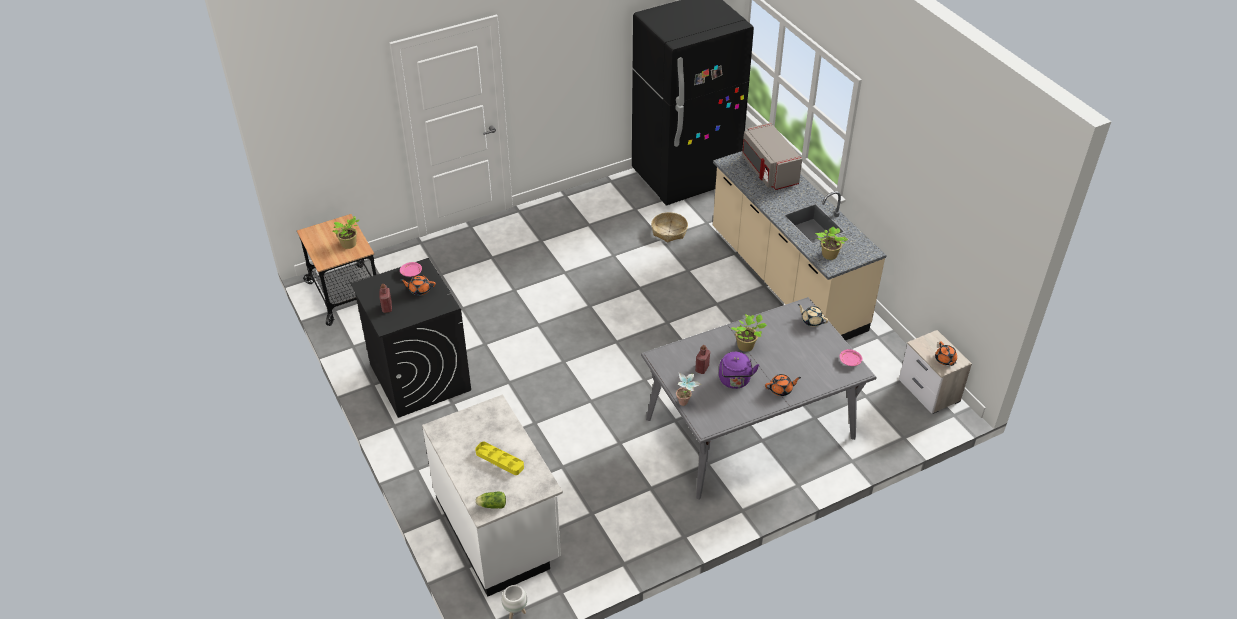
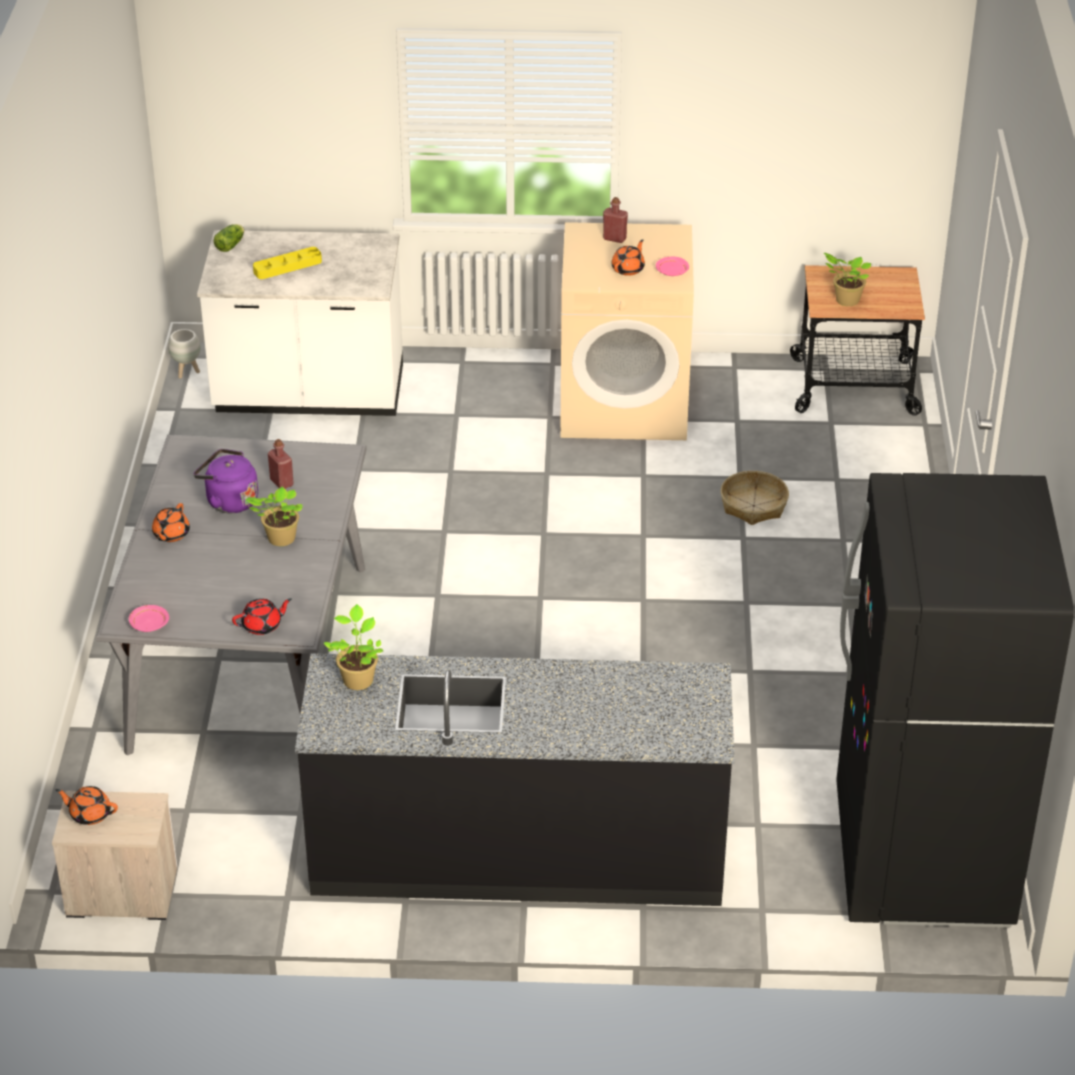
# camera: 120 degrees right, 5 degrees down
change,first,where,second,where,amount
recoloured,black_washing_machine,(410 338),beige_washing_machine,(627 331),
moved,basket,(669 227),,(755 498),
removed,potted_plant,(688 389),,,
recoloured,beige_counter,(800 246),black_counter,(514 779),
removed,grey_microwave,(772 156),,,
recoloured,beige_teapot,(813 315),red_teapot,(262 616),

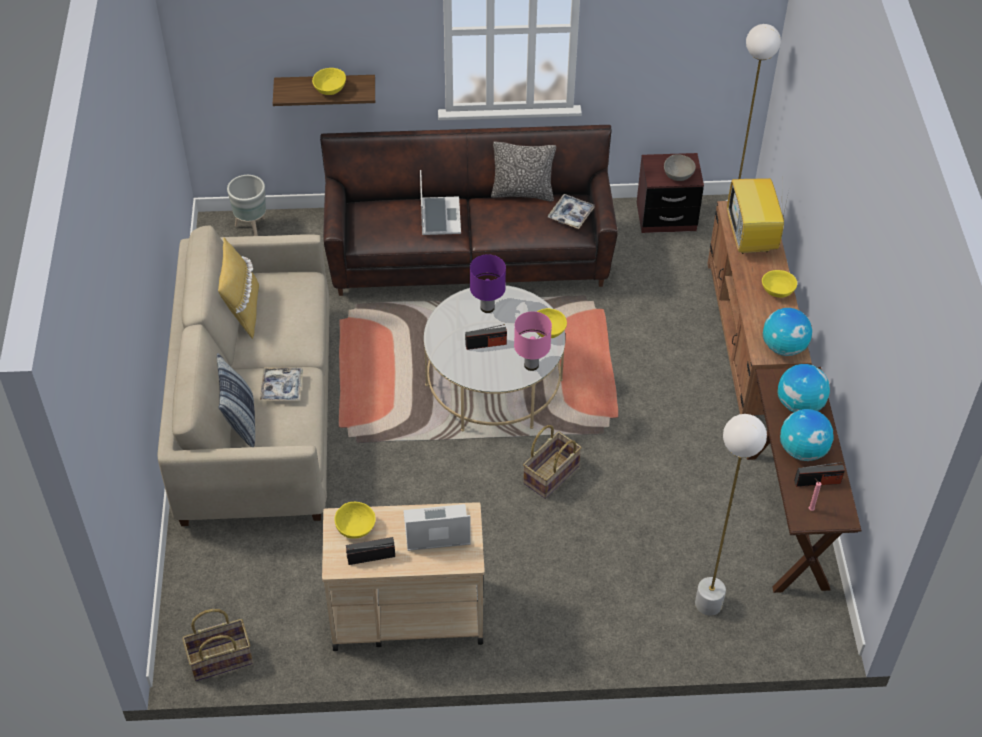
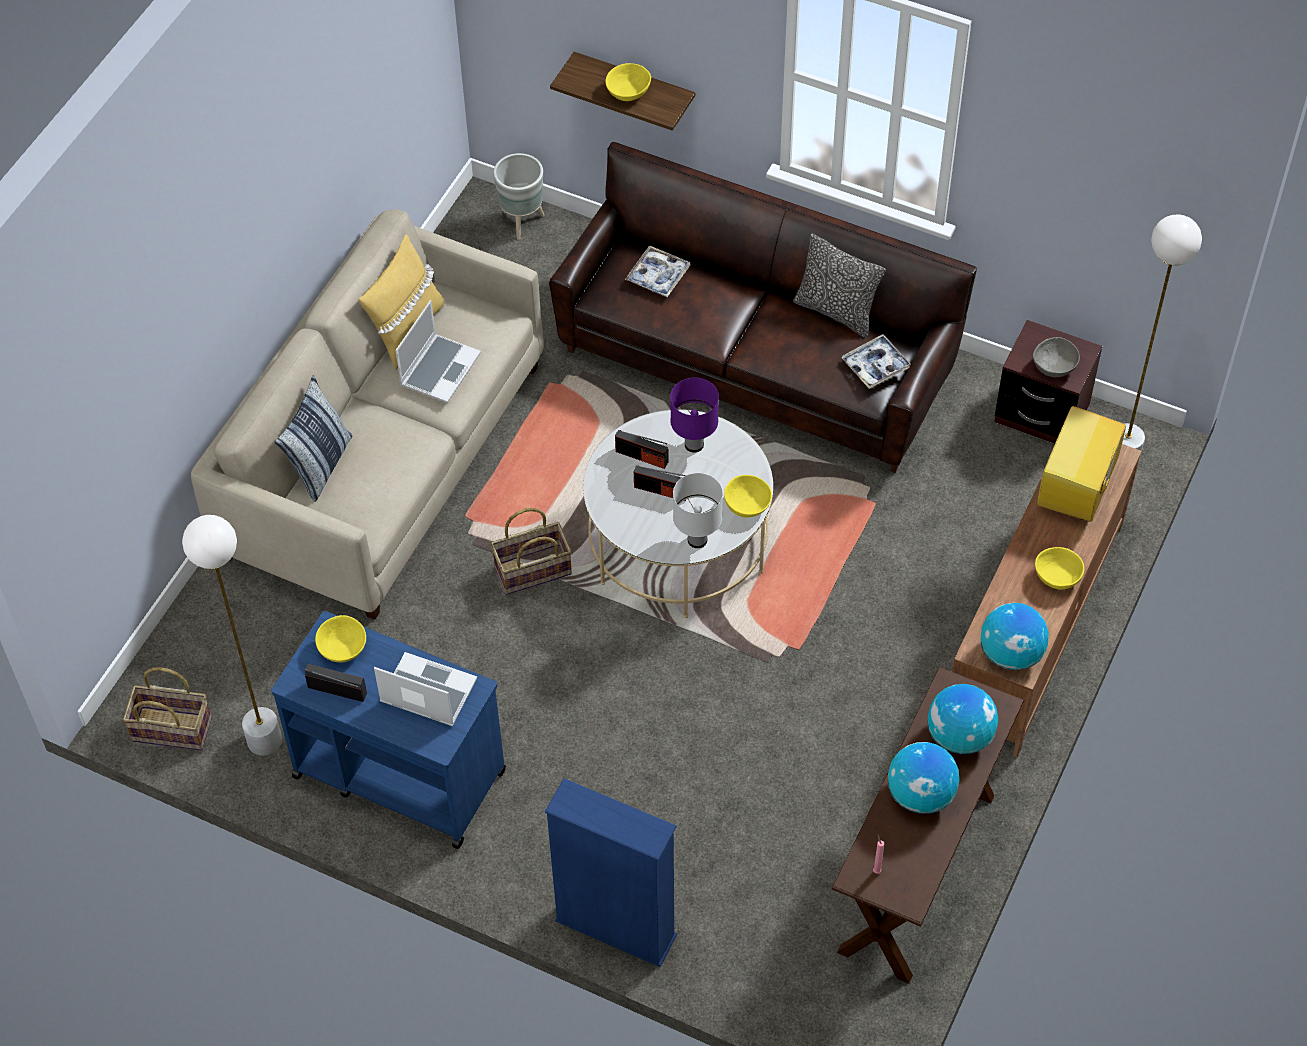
# camera: 30 degrees right, 5 degrees up
change,first,where,second,where,amount
moved,tray,(281 383),,(658 271),
recoloured,beige_cart,(403 576),blue_cart,(388 730),
moved,laptop,(440 202),,(438 351),
recoloured,pink_table_lamp,(533 341),white_table_lamp,(698 510),
moved,basket,(552 462),,(531 551),
moved,white_floor_lamp,(731 515),,(232 635),
moved,radio,(819 474),,(642 449),
added,,,blue_bookcase,(611 872),

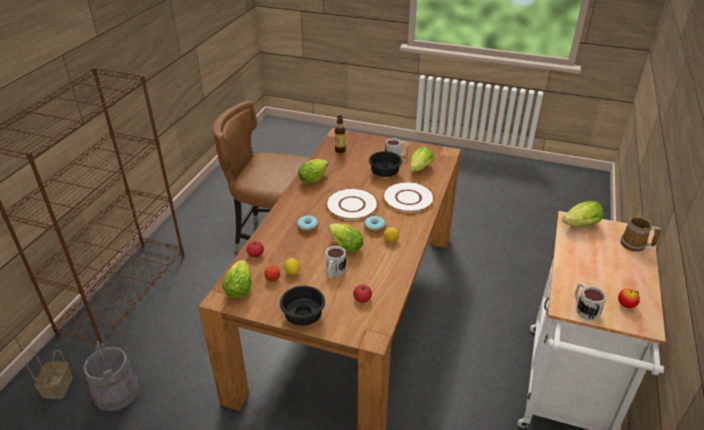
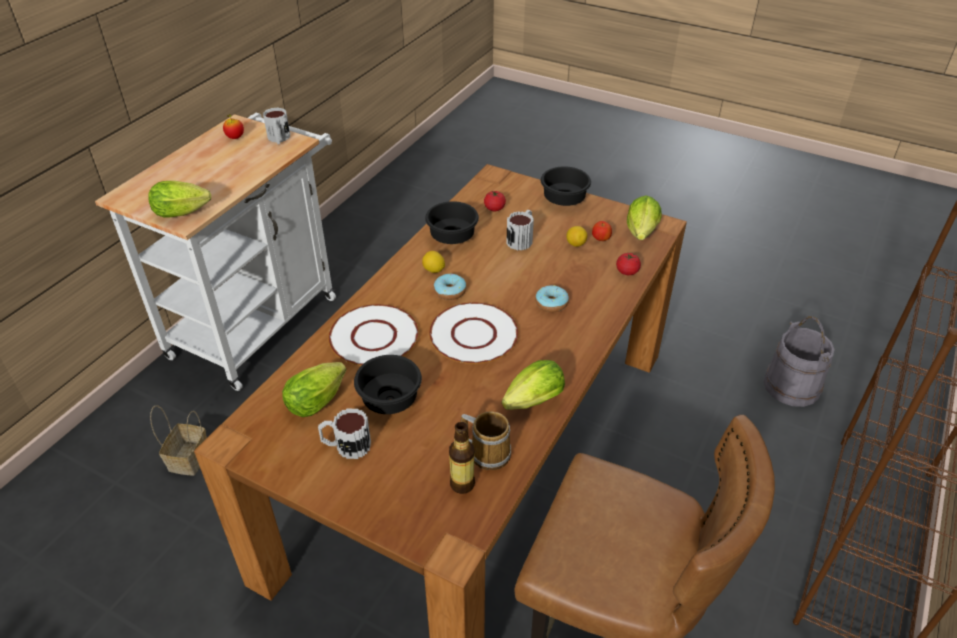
# camera: 170 degrees left, 5 degrees up
change,first,where,second,where,amount
moved,basket,(49 374),,(178 440),
removed,lettuce,(345 238),,,
moved,mug,(641 234),,(485 440),
added,,,black_bowl,(452 222),

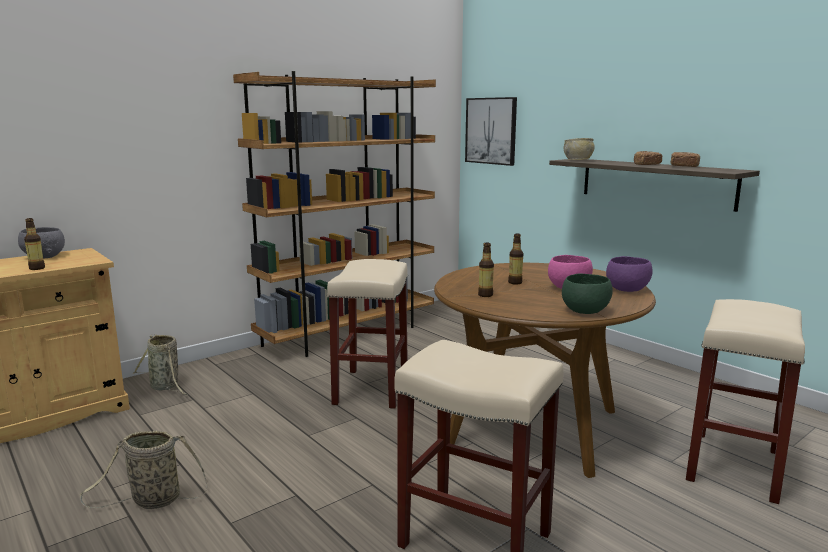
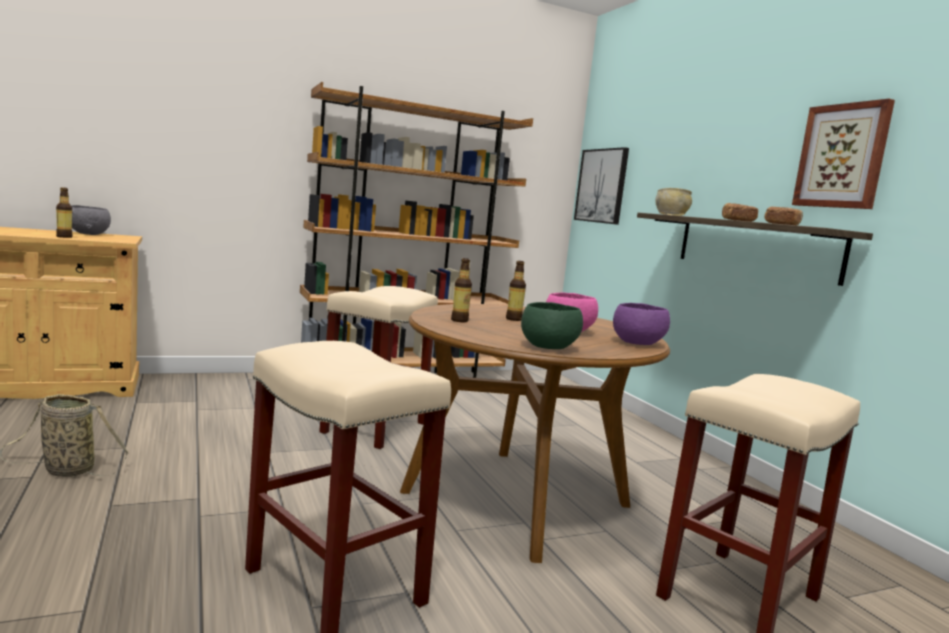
# camera: 15 degrees right, 5 degrees down
change,first,where,second,where,amount
removed,basket,(160 364),,,
added,,,picture,(843 154),

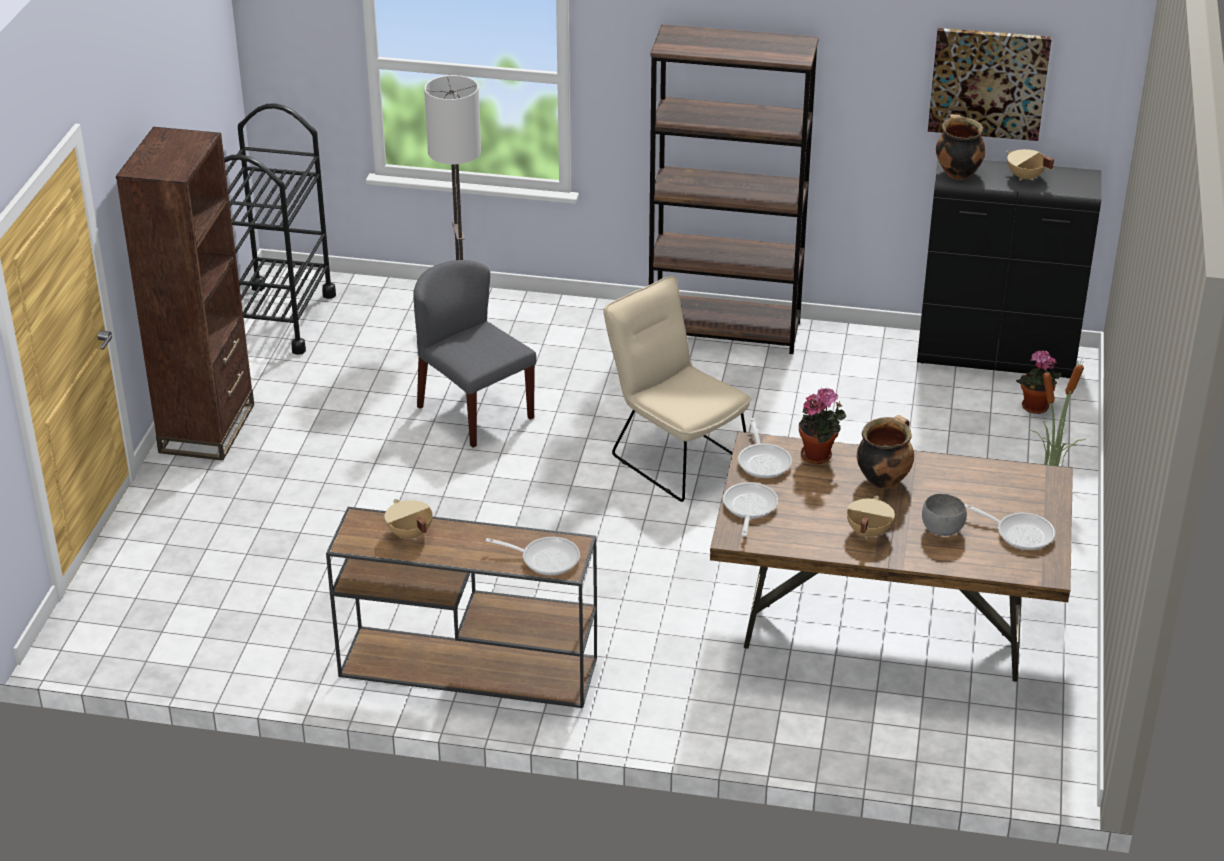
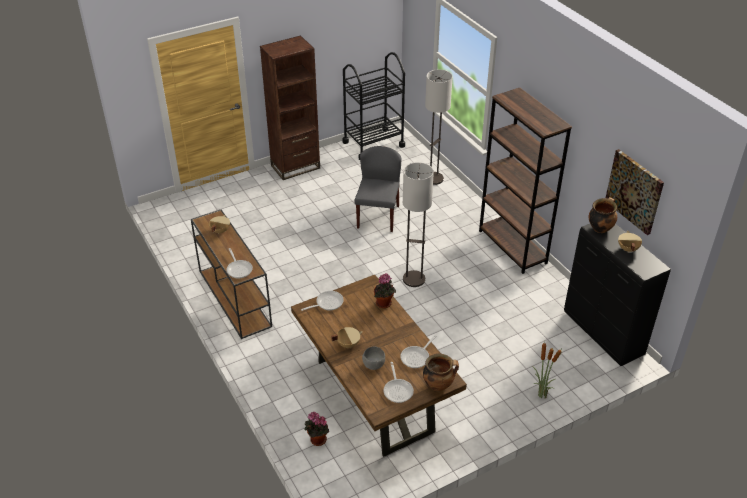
# camera: 50 degrees right, 5 degrees up
change,first,where,second,where,amount
replaced,beige_chair,(677 389),floor_lamp,(418 224),
moved,frying_pan,(765 448),,(418 351),
moved,cooking_pot,(885 452),,(441 372),
moved,potted_plant,(1038 382),,(316 429),

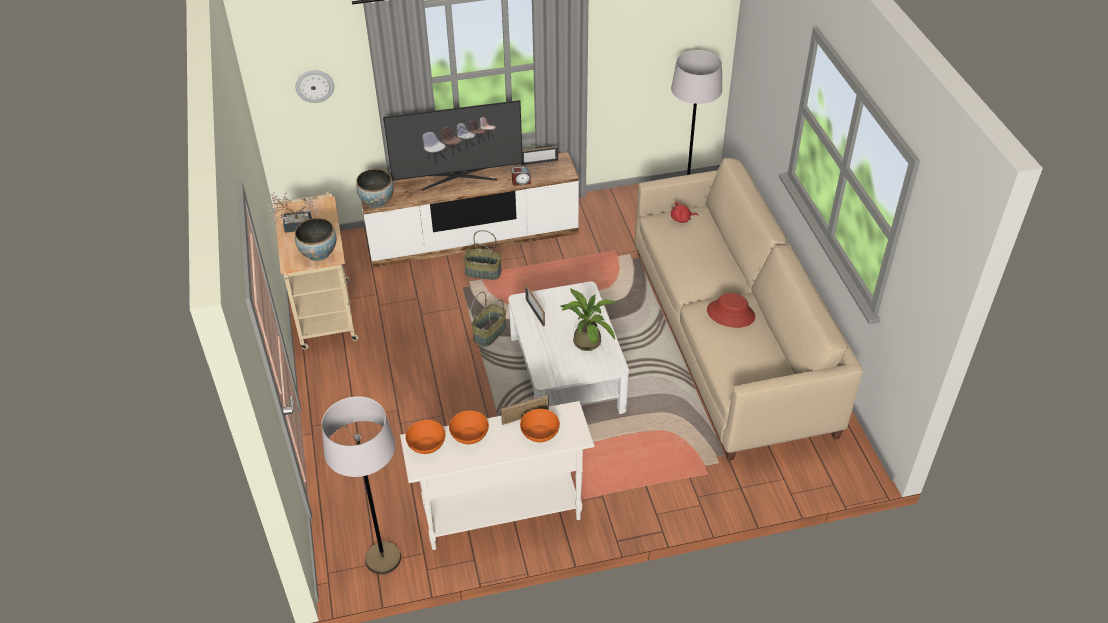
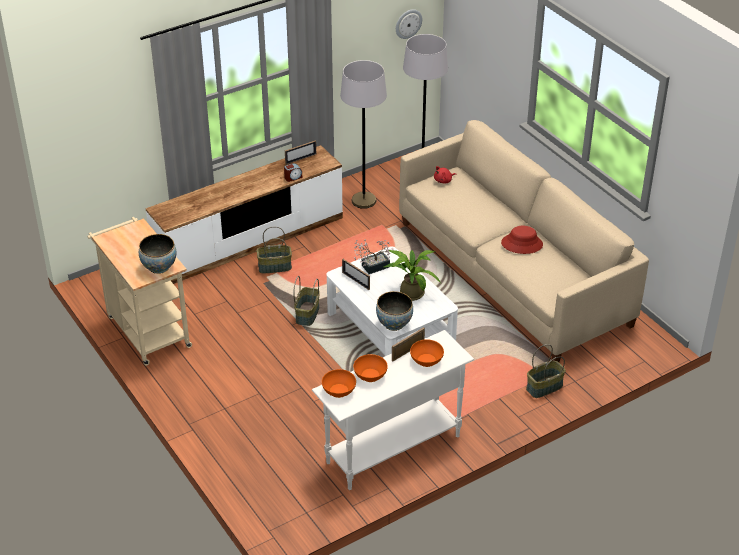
# camera: 20 degrees left, 5 degrees down
change,first,where,second,where,amount
moved,potted_plant,(293 212),,(373 256),
moved,wall_clock,(314 86),,(409 24),
moved,grey_floor_lamp,(361 485),,(363 134),
moved,bowl,(375 188),,(394 311),
removed,television,(453 145),,,
added,,,basket,(546 371),

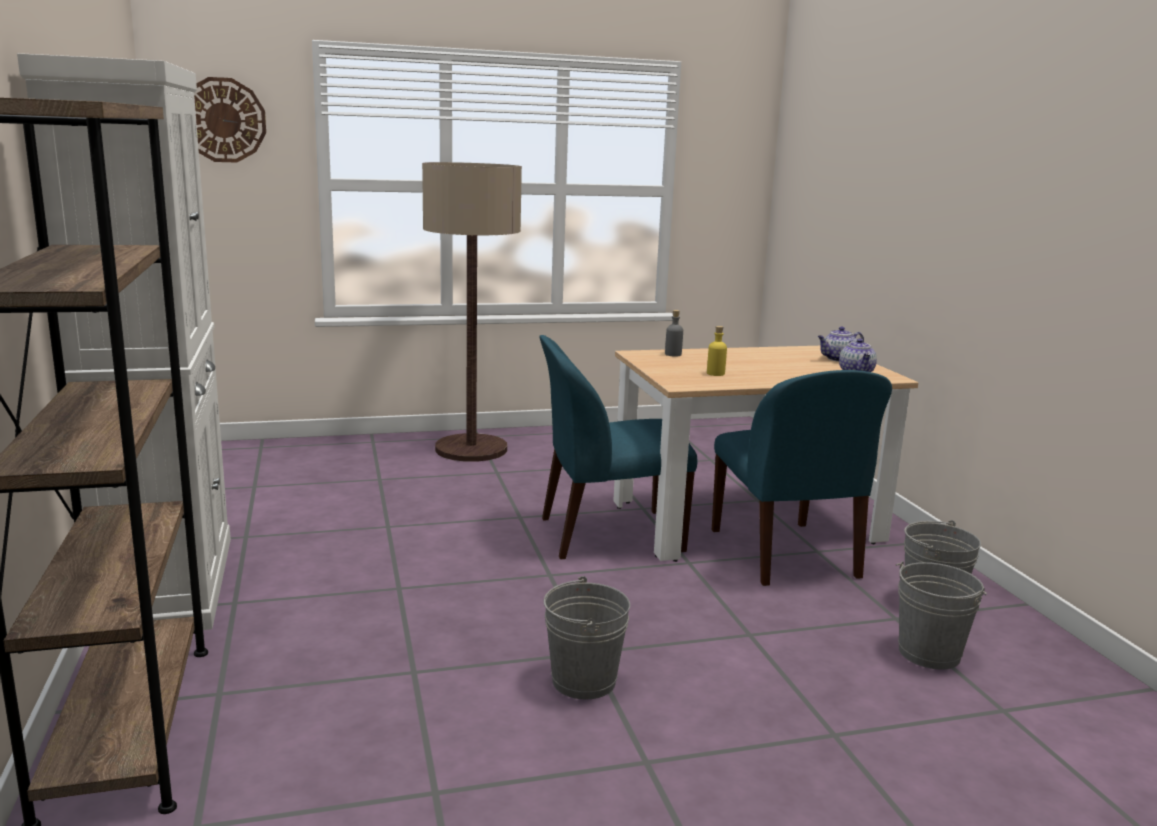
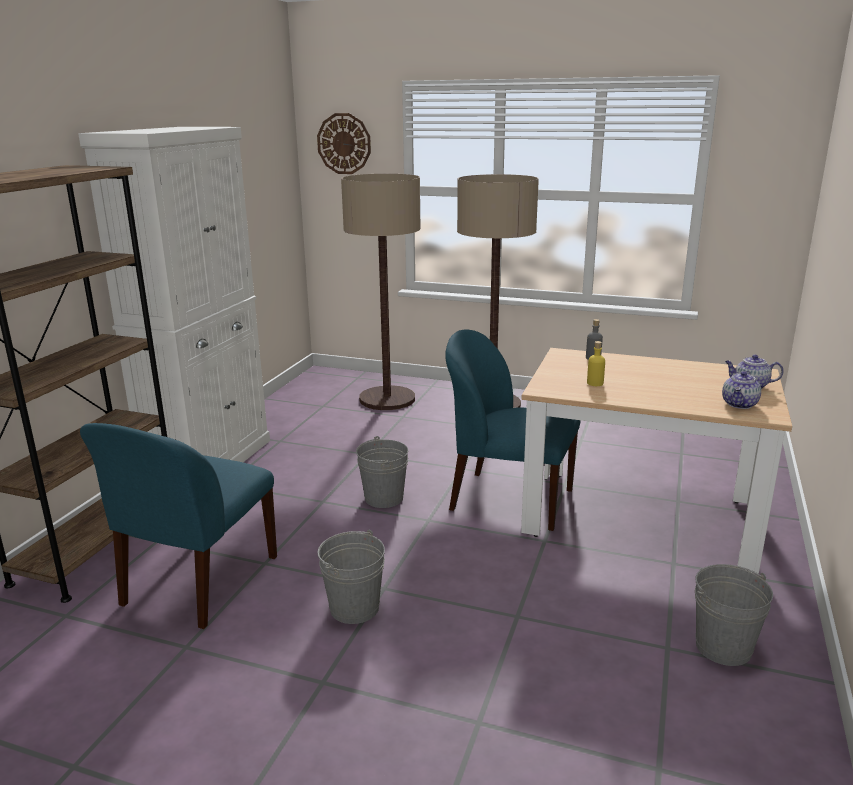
# camera: 35 degrees right, 5 degrees up
change,first,where,second,where,amount
moved,blue_chair,(802 478),,(178 526),
moved,grey_bucket,(941 615),,(382 472),
added,,,floor_lamp,(381 292),

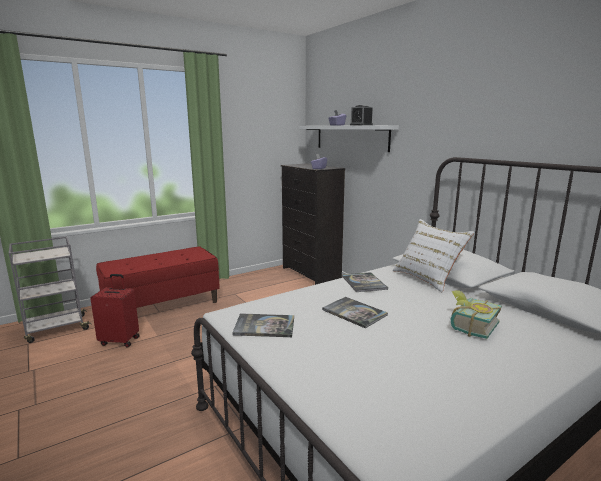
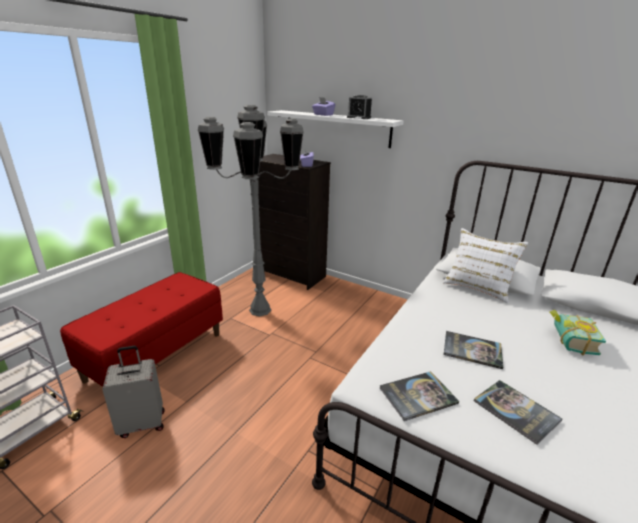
# camera: 25 degrees left, 10 degrees up
change,first,where,second,where,amount
recoloured,red_suitcase,(115 310),grey_suitcase,(133 392),
moved,book,(365 282),,(518 412),
added,,,grey_floor_lamp,(251 211),

